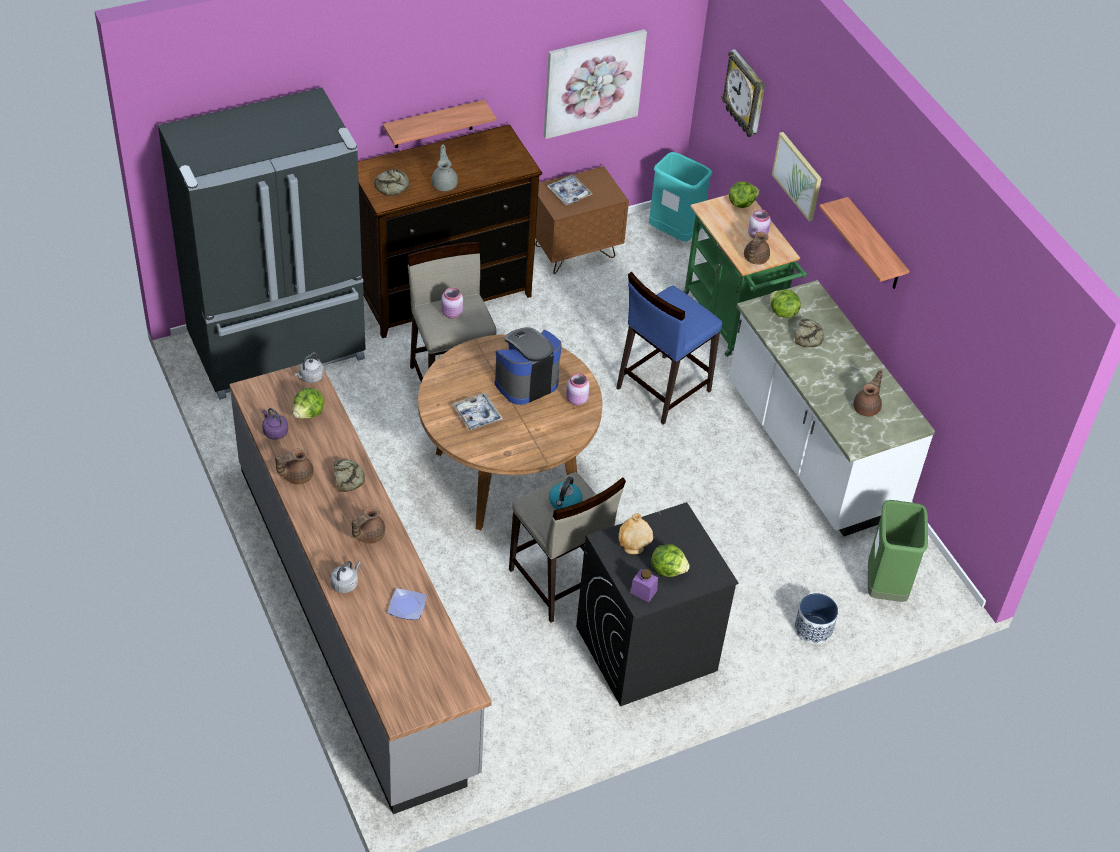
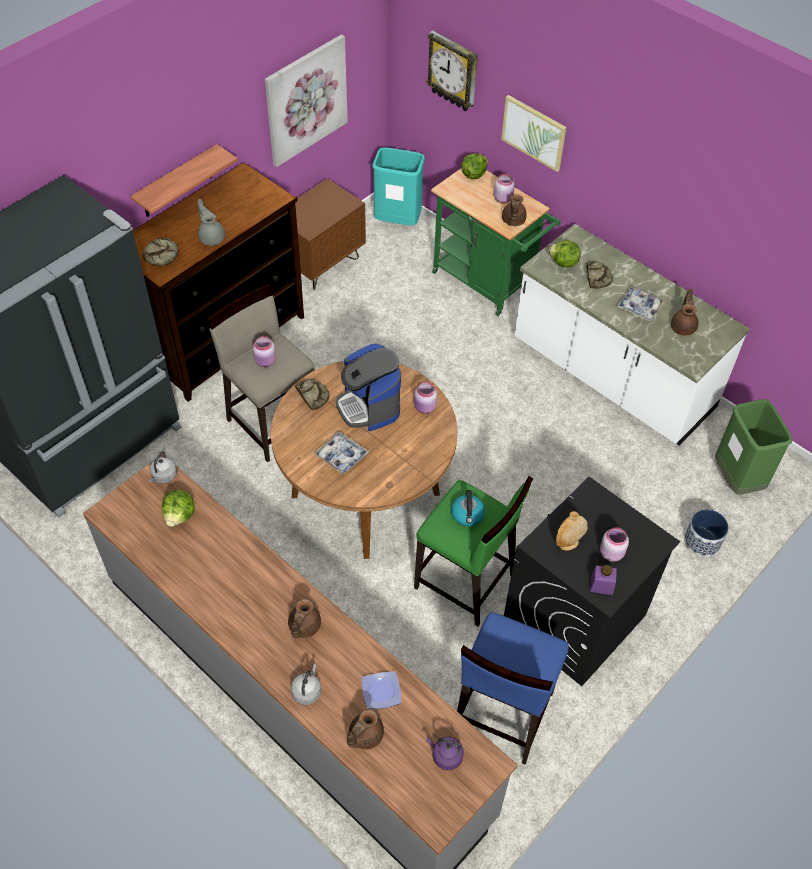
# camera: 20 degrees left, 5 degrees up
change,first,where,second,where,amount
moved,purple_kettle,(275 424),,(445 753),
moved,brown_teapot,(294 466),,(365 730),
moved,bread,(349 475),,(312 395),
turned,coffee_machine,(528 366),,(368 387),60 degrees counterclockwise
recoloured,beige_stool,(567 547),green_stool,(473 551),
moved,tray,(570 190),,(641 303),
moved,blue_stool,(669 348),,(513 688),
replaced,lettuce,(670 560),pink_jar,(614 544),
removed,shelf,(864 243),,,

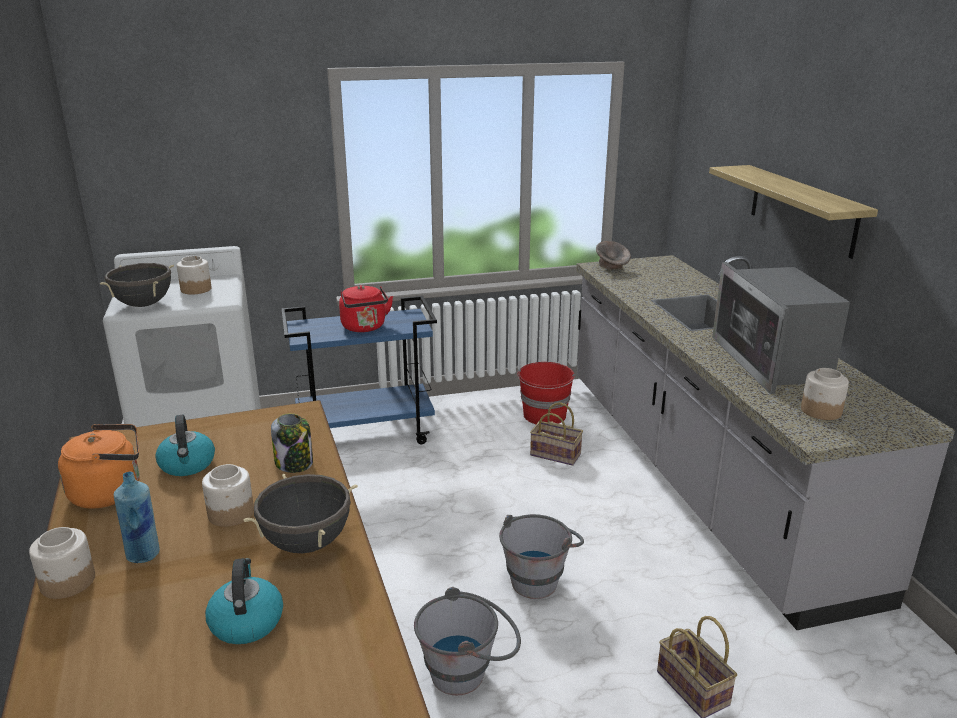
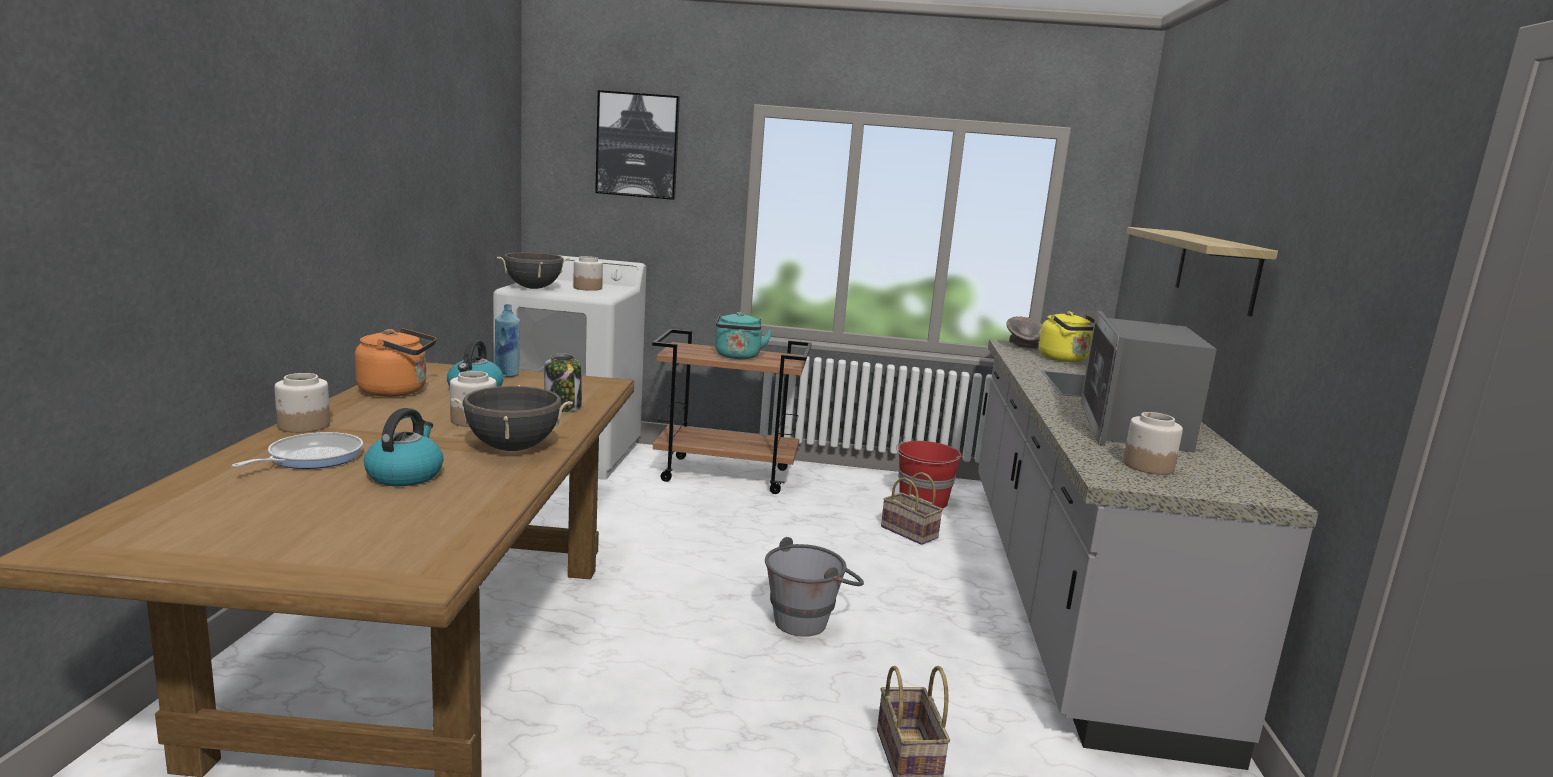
# camera: 20 degrees right, 10 degrees down
change,first,where,second,where,amount
moved,blue_bottle,(137 517),,(507 340),
recoloured,blue_cart,(359 370),brown_cart,(732 411),
recoloured,red_kettle,(366 308),turquoise_kettle,(744 335),
removed,grey_bucket,(467 641),,,
added,,,frying_pan,(297 450),
added,,,picture,(637 145),
added,,,yellow_kettle,(1067 336),

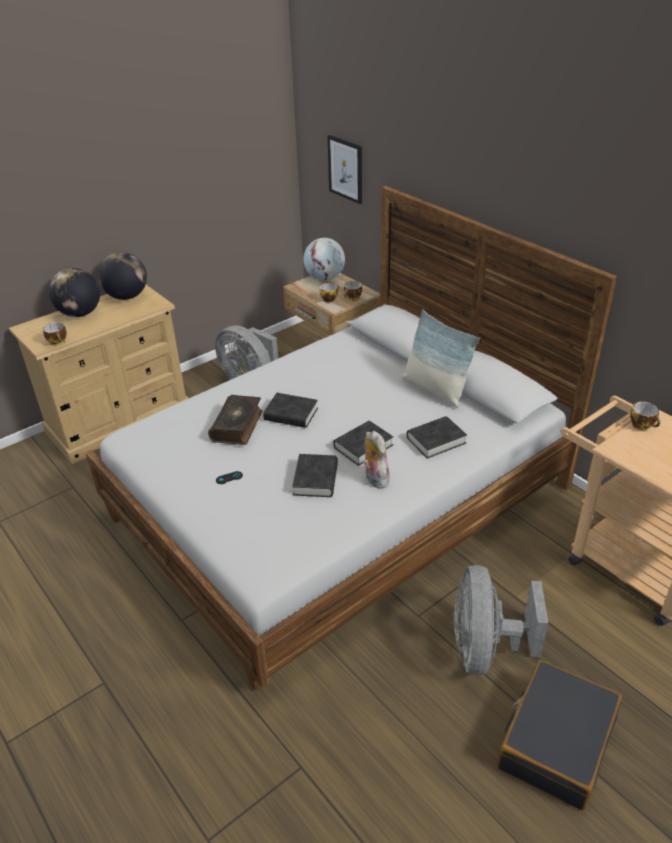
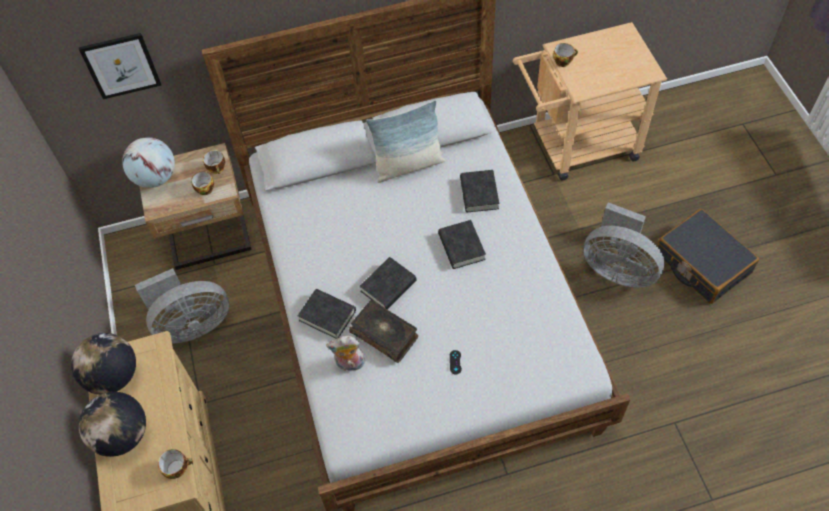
# camera: 65 degrees left, 20 degrees up
change,first,where,second,where,amount
moved,black_book,(315 475),,(326 314),
moved,plush_toy,(376 459),,(345 353),

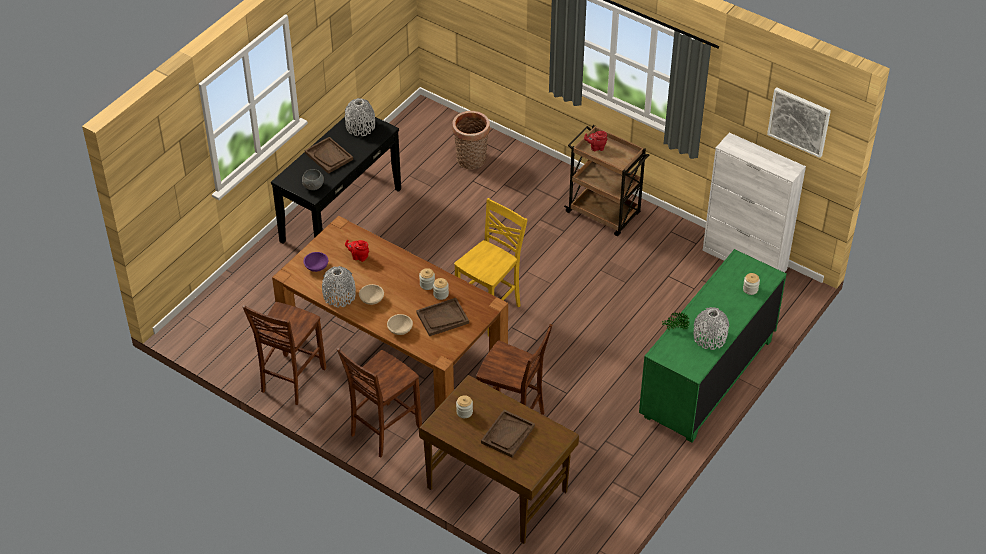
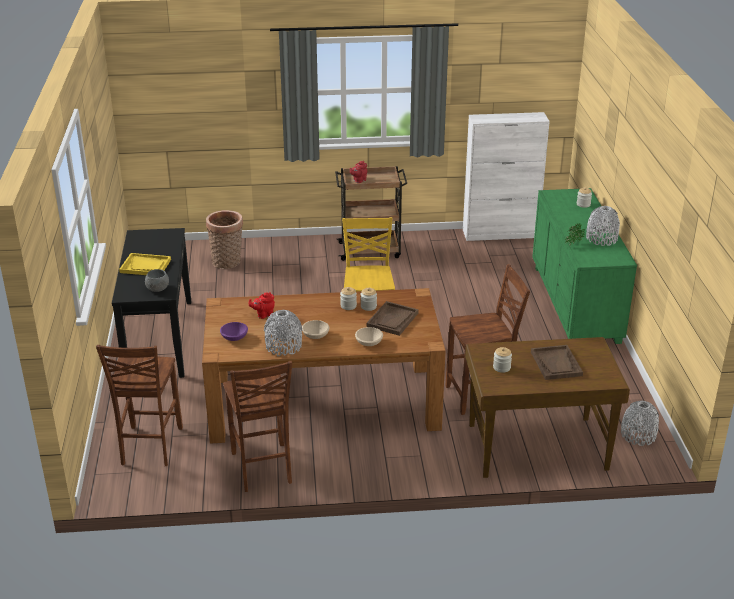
# camera: 40 degrees left, 15 degrees down
change,first,where,second,where,amount
recoloured,brown_tray,(328 155),yellow_tray,(145 264),
moved,brown_chair,(379 403),,(139 405),
moved,grey_vase,(360 117),,(640 423),
removed,picture,(799 122),,,

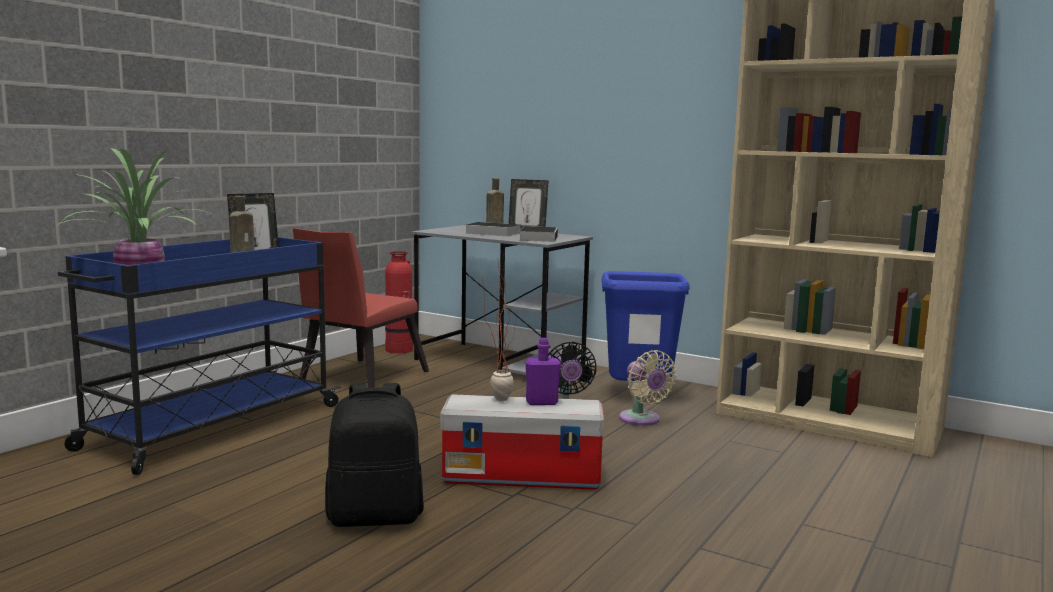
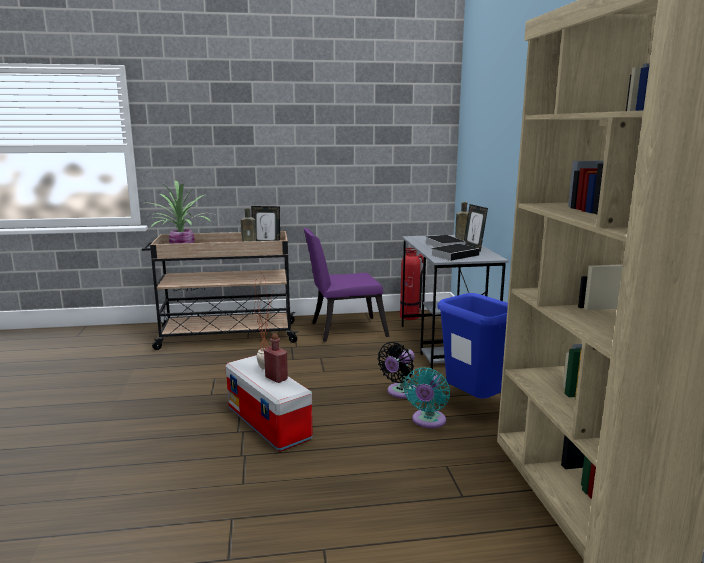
# camera: 50 degrees right, 5 degrees up
change,first,where,second,where,amount
recoloured,blue_cart,(199 356),beige_cart,(220 290),
recoloured,red_chair,(361 308),purple_chair,(347 285),
removed,black_backpack,(374 455),,,
recoloured,purple_bottle,(543 371),red_bottle,(276 358),
recoloured,beige_fan,(648 388),turquoise_fan,(427 397),

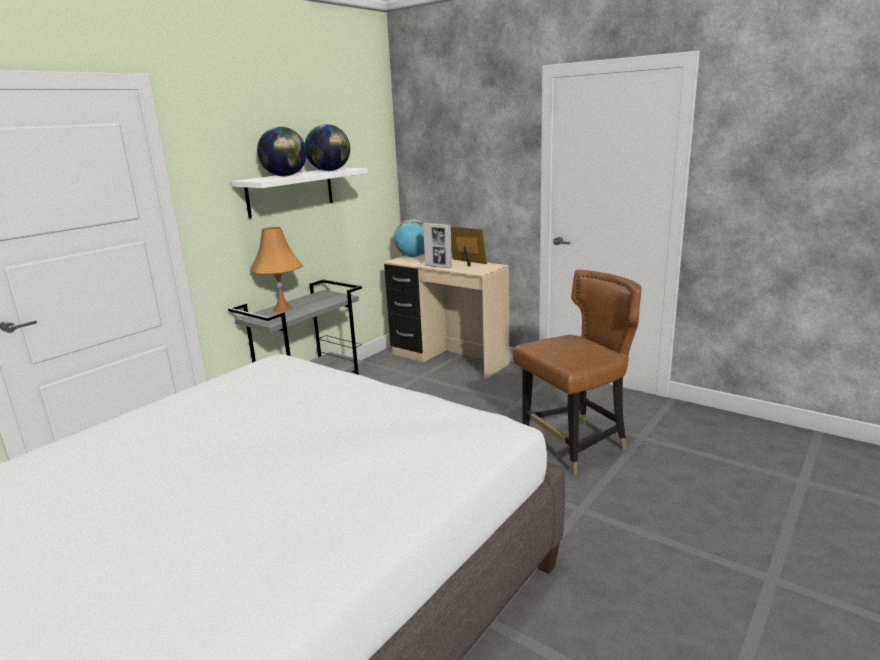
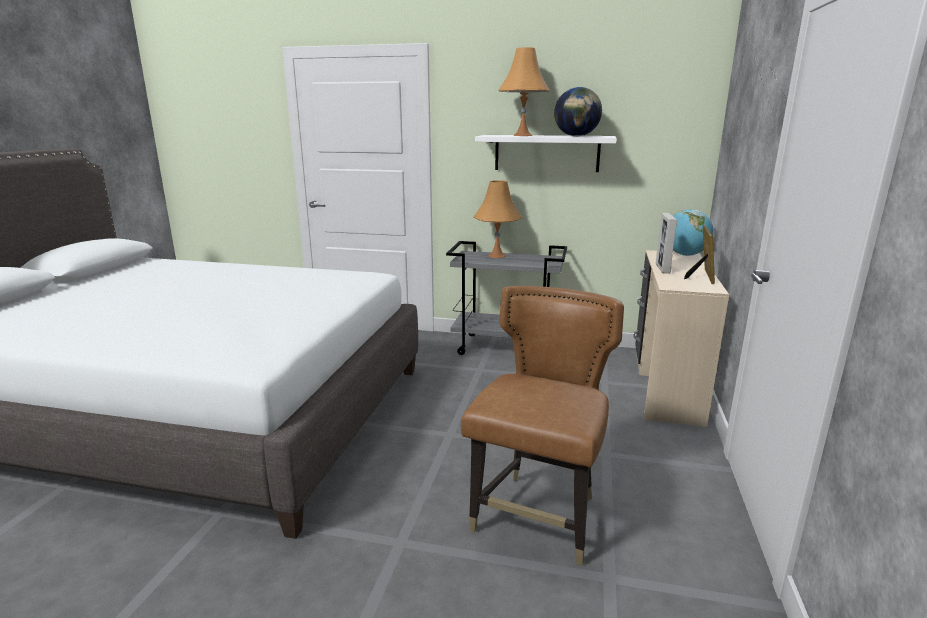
# camera: 65 degrees right, 0 degrees up
change,first,where,second,where,amount
replaced,globe,(282 151),orange_table_lamp,(524 91),
turned,brown_chair,(577 372),,(542 426),105 degrees counterclockwise

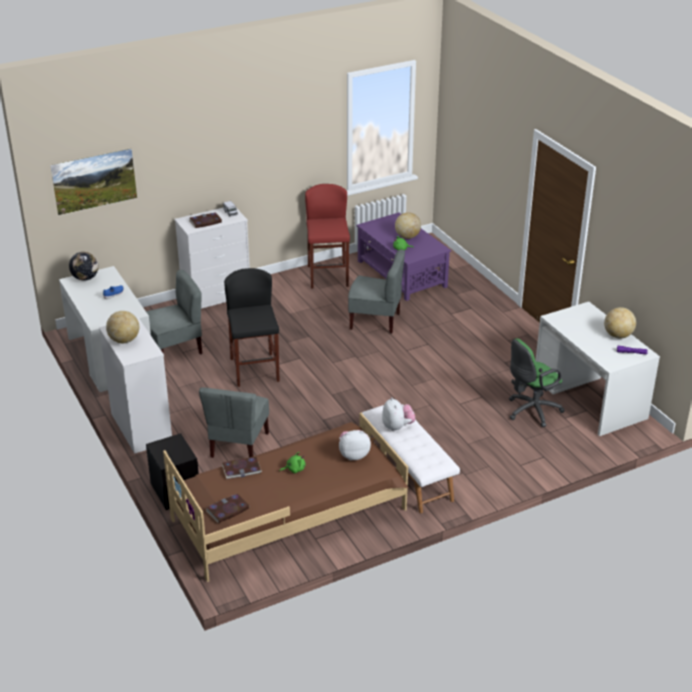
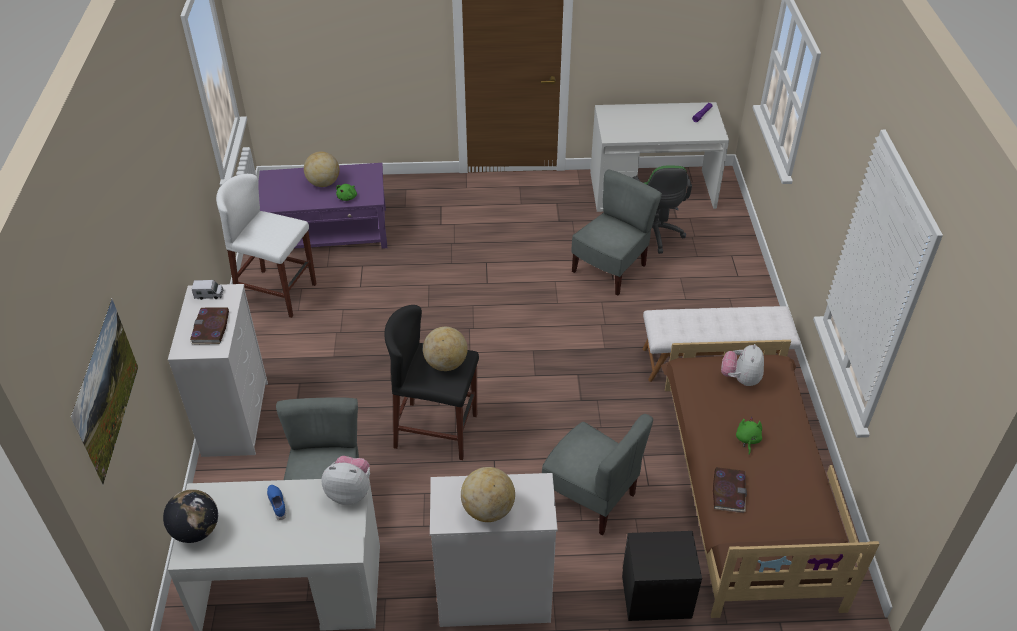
# camera: 65 degrees left, 10 degrees up
change,first,where,second,where,amount
removed,book,(228 508),,,
recoloured,red_stool,(327 236),white_stool,(266 246),
moved,grey_chair,(376 291),,(617 232),
moved,plush_toy,(398 414),,(345 480),
moved,globe,(620 322),,(445 349),

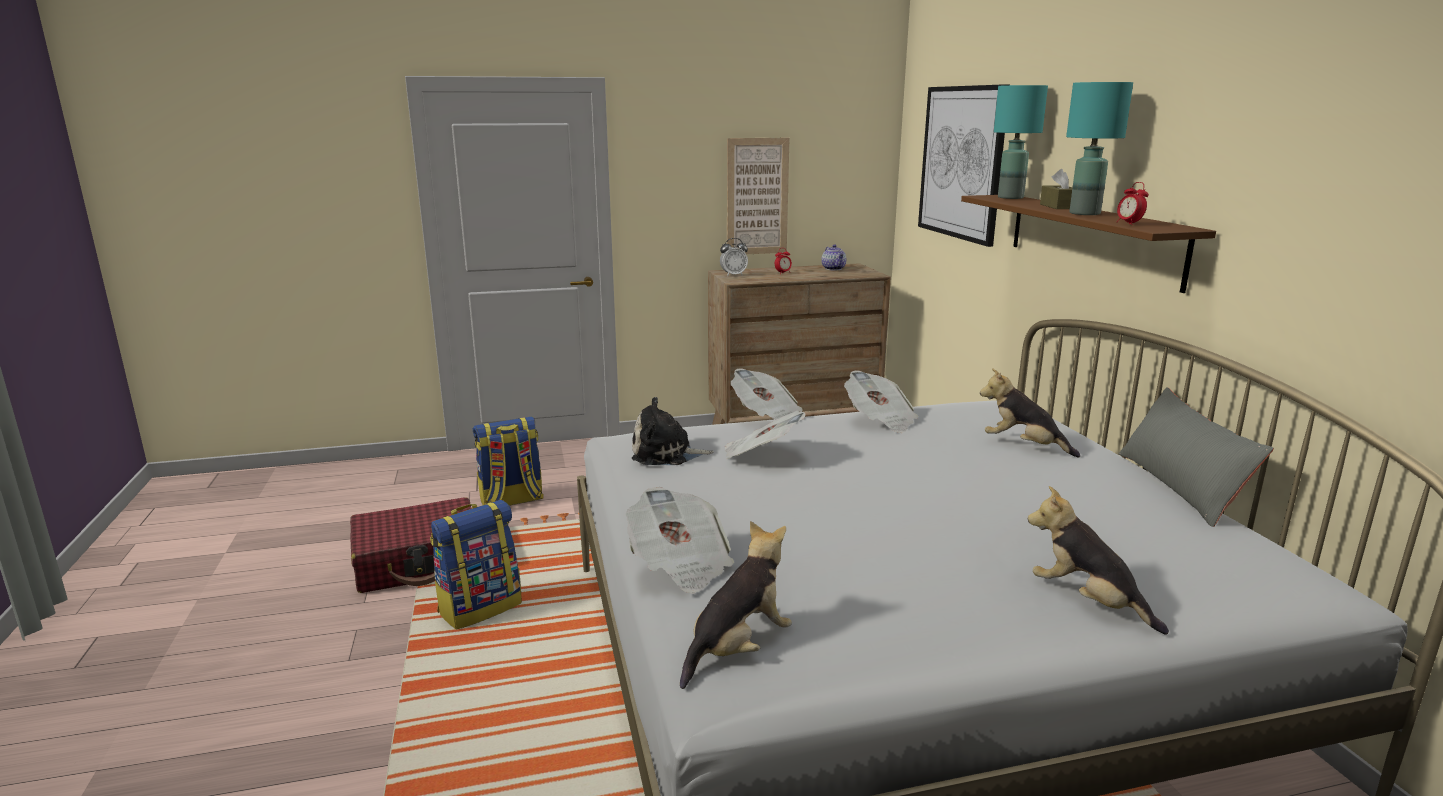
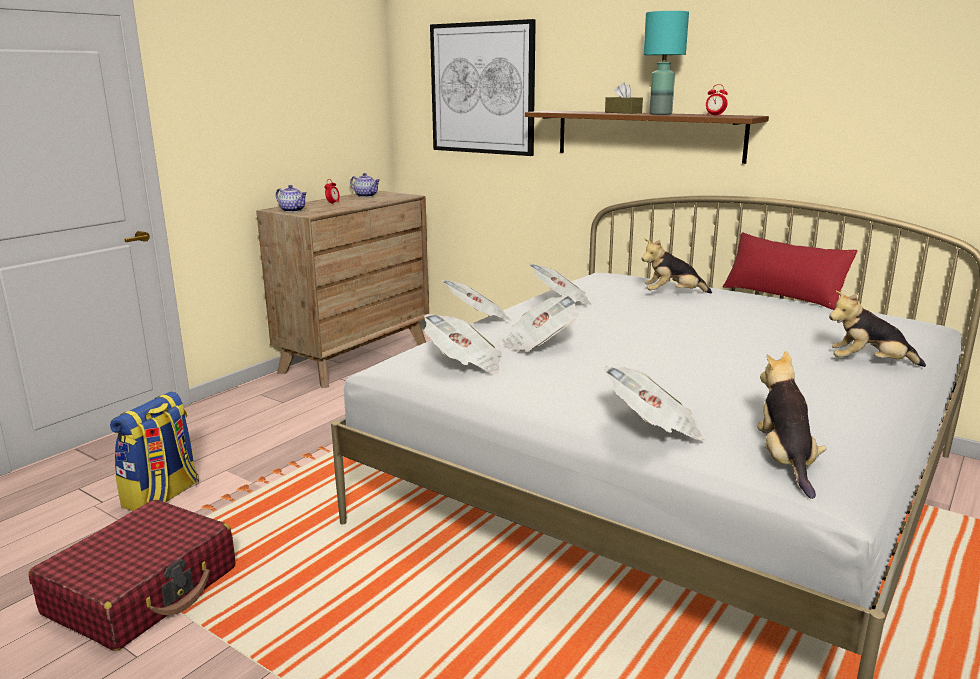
# camera: 40 degrees left, 0 degrees up
change,first,where,second,where,amount
removed,backpack,(476 565),,,
replaced,plush_toy,(673 431),newspaper,(463 343),
replaced,alarm_clock,(734 257),teapot,(291 198),
removed,picture,(758 196),,,
removed,turquoise_table_lamp,(1021 142),,,
recoloured,grey_pillow,(1196 457),red_pillow,(790 271),

